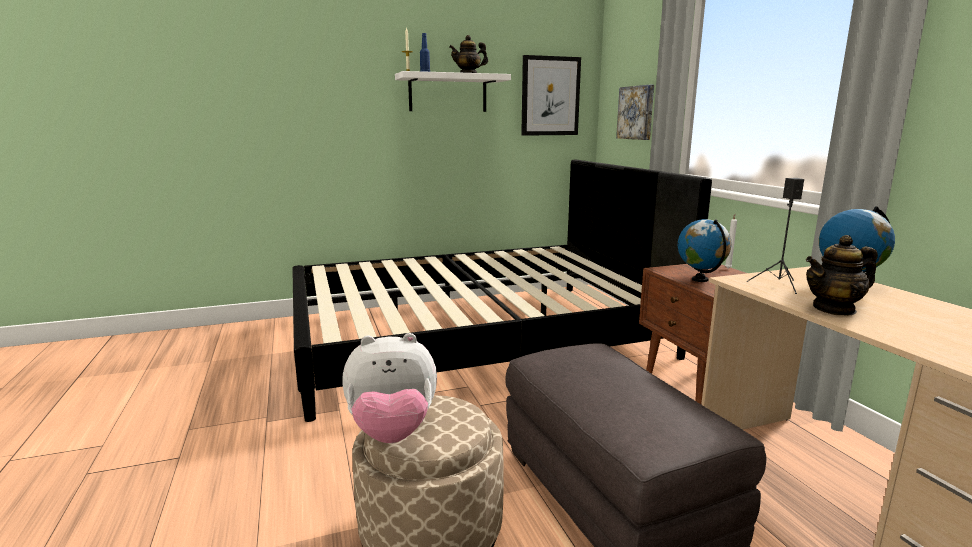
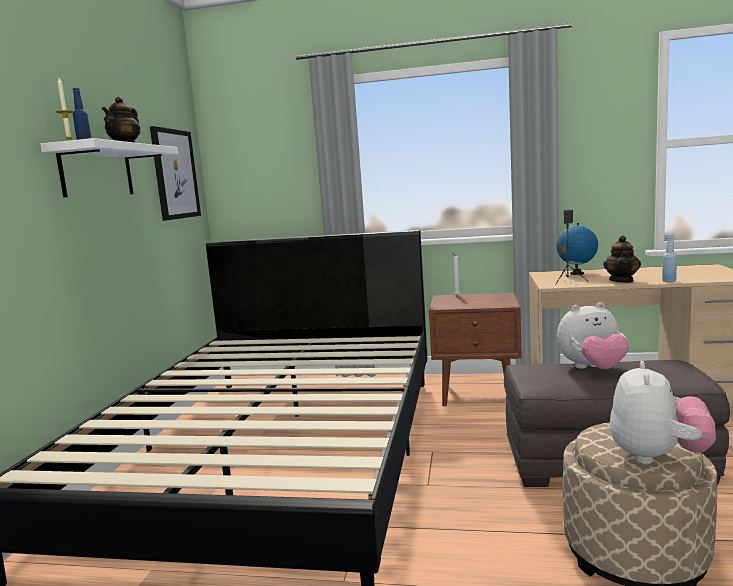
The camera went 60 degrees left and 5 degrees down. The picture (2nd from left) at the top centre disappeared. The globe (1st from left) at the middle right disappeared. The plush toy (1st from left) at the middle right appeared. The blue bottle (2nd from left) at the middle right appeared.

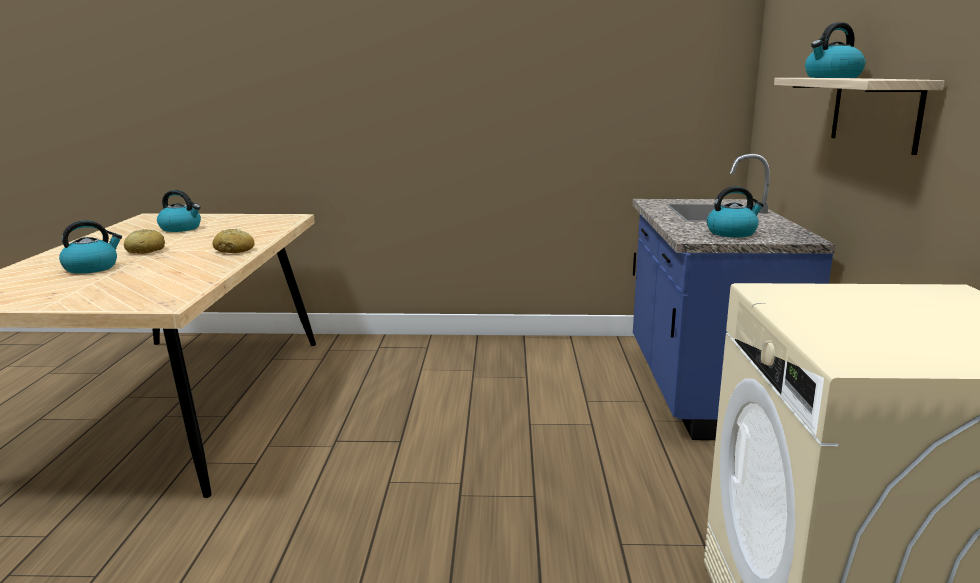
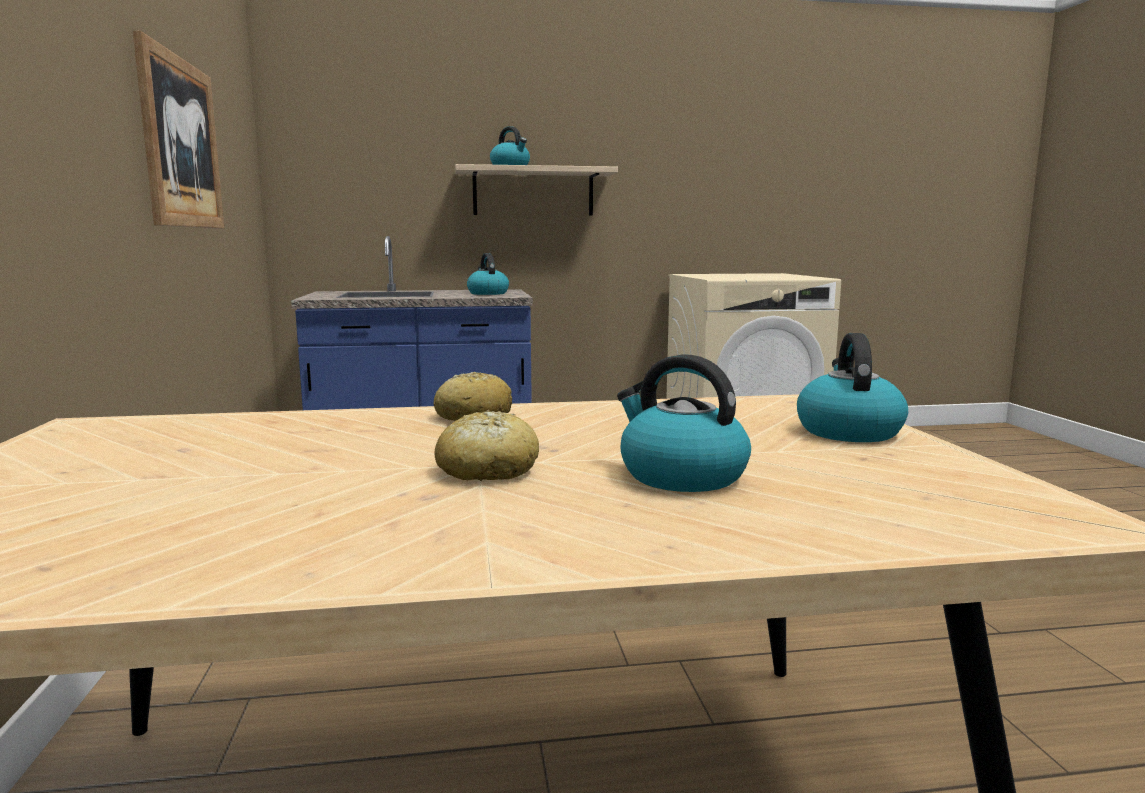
The camera went 100 degrees left and 5 degrees down. The kettle (2nd from left in the first image) moved from the middle left to the middle right. The picture at the top left appeared.

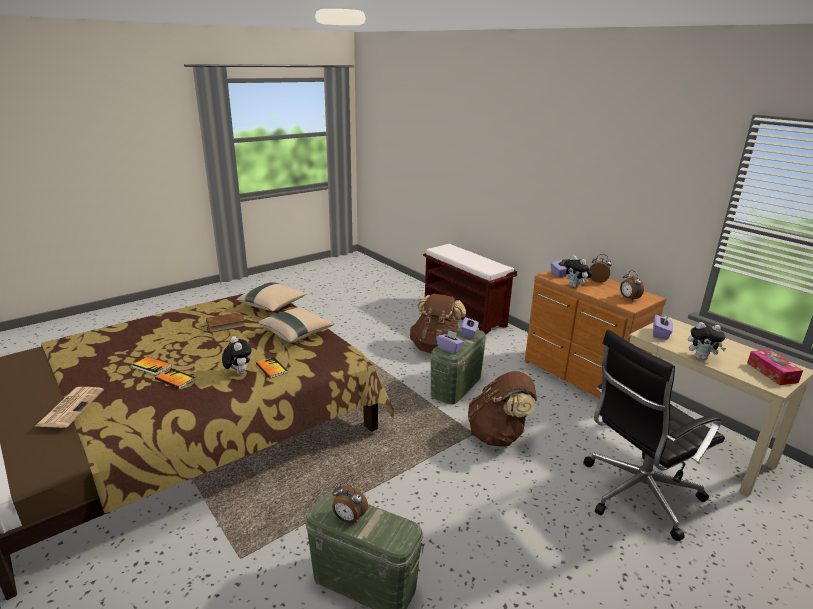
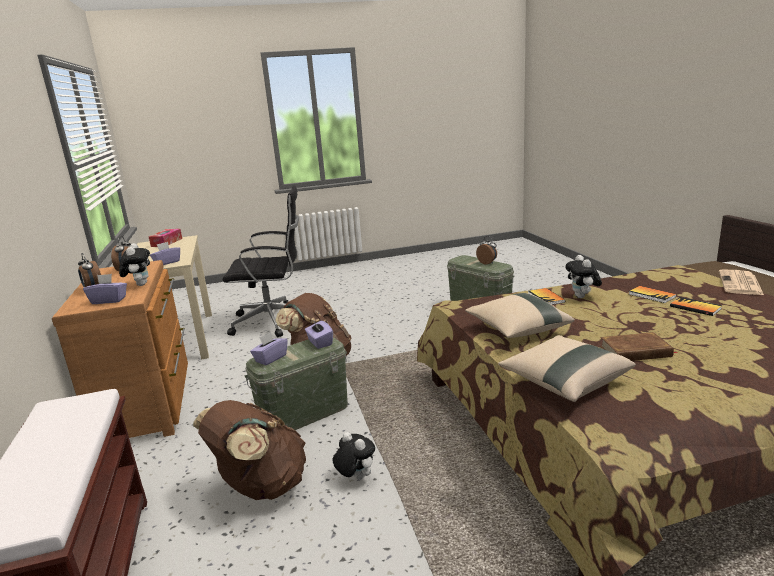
The camera went 155 degrees left and 5 degrees down. The plush toy (3rd from left in the first image) moved from the middle right to the bottom centre.

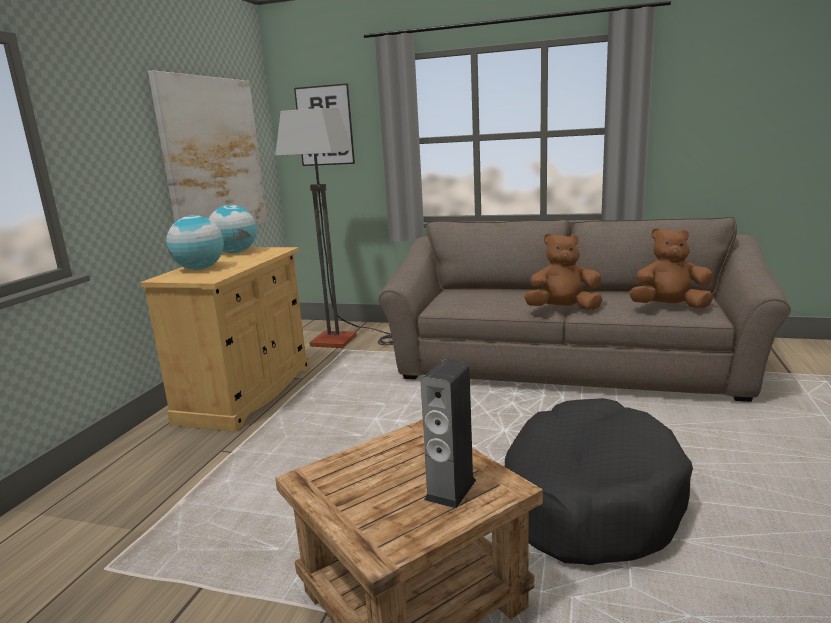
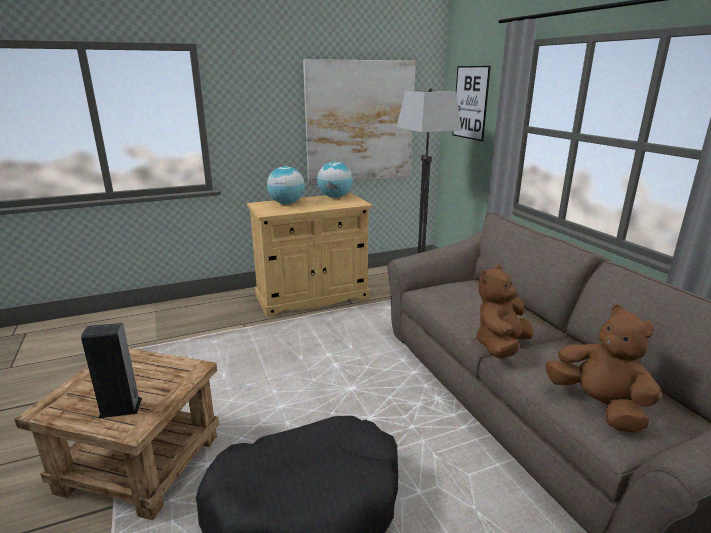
The camera went 50 degrees right and 5 degrees up. The brown plush toy (1st from left) at the middle right turned 105 degrees counterclockwise.

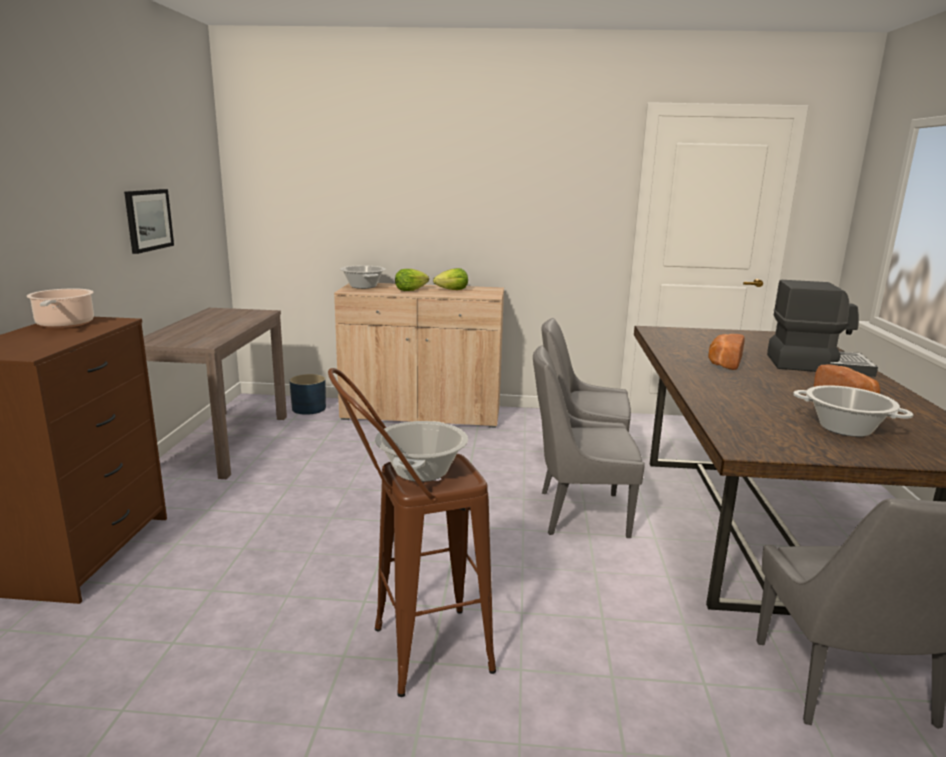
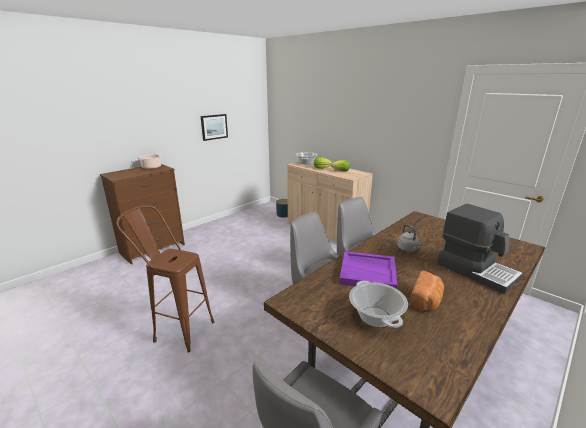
The camera went 40 degrees right and 5 degrees up. The brown console table at the middle left disappeared. The cooking pot (3rd from left) at the centre disappeared. The bread (1st from left) at the middle right was replaced by the grey kettle at the middle right. The purple tray at the centre appeared.

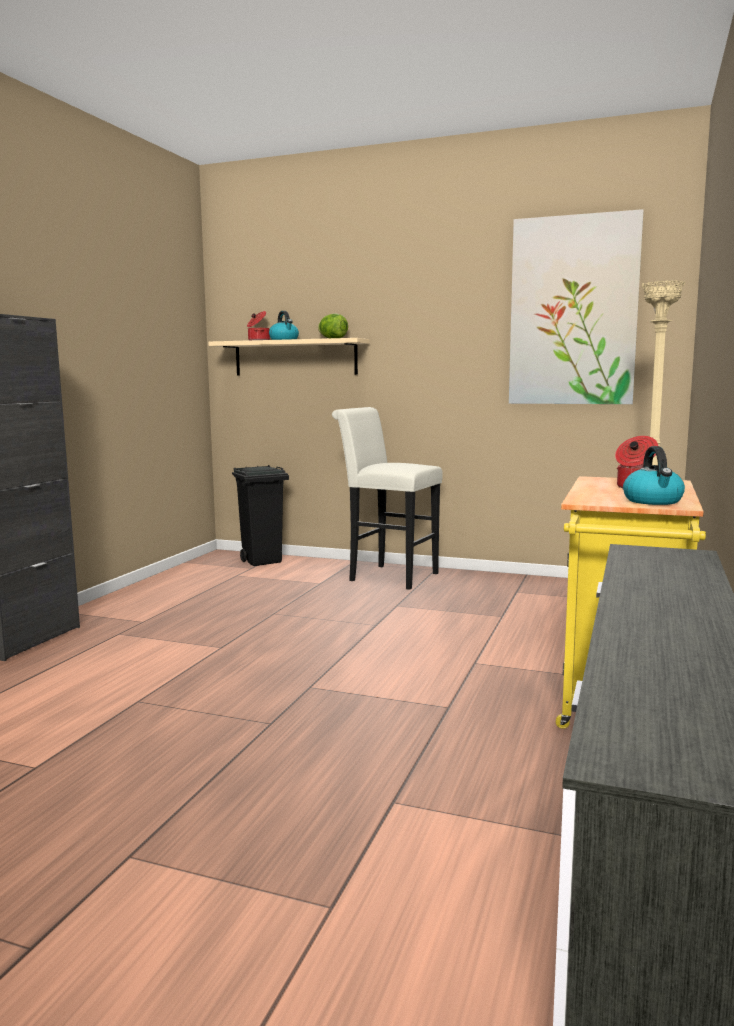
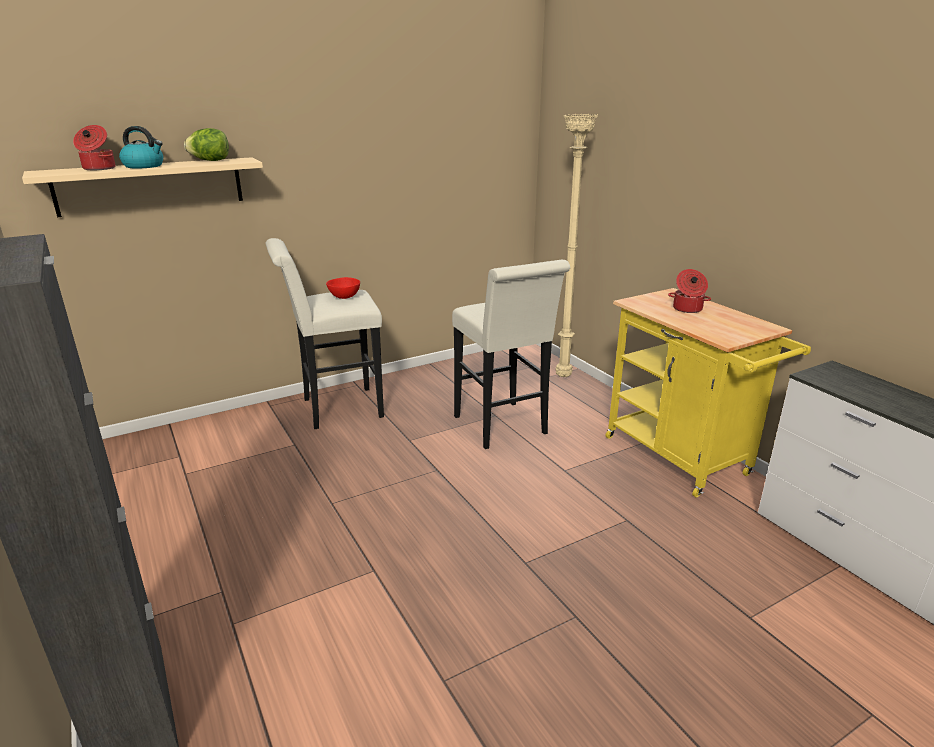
The camera went 50 degrees left and 15 degrees up. The black trash can at the centre disappeared. The picture at the top right disappeared. The kettle (2nd from left) at the middle right disappeared. The red bowl at the centre appeared. The white stool (2nd from left) at the centre appeared.

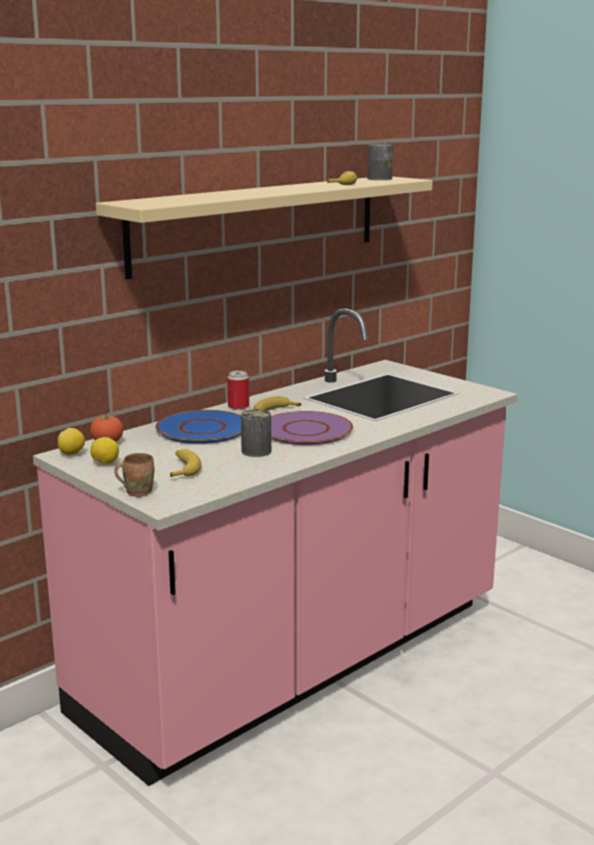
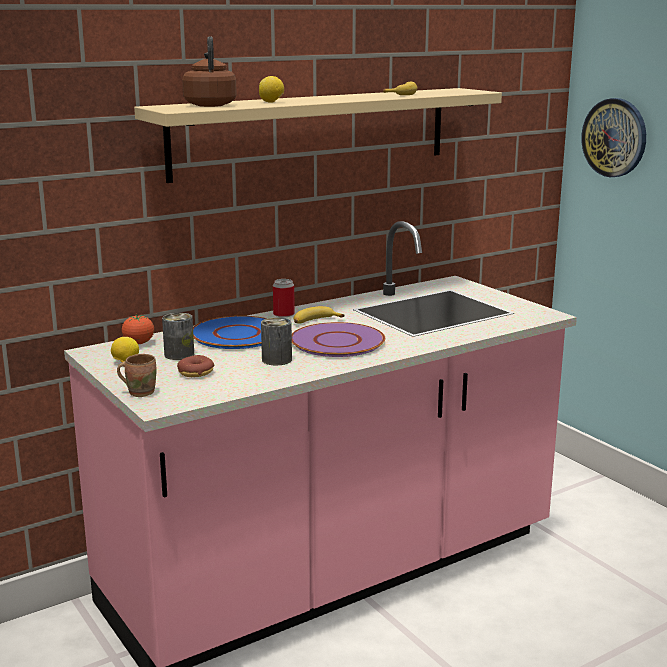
The camera went 10 degrees right and 0 degrees up. The lemon (1st from left in the first image) moved from the middle left to the top centre. The banana (1st from left) at the middle left was replaced by the donut at the middle left. The can (3rd from left in the first image) moved from the top centre to the middle left. The brown kettle at the top left appeared. The wall clock at the top right appeared.

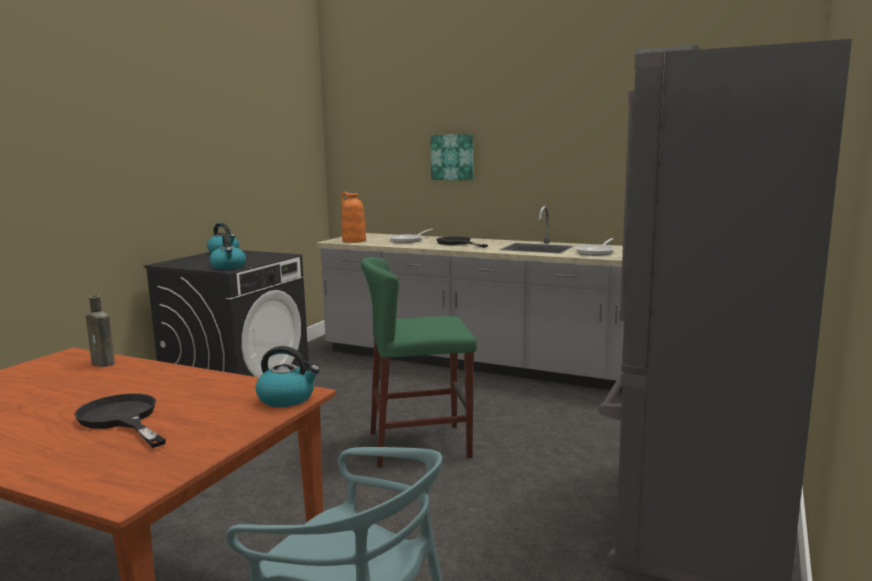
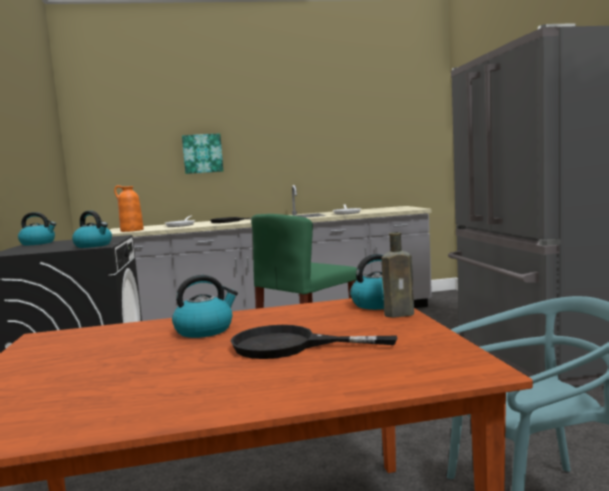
The camera went 35 degrees left and 5 degrees down. The brown bottle moved from the middle left to the centre. The kettle (3rd from left) at the centre appeared.

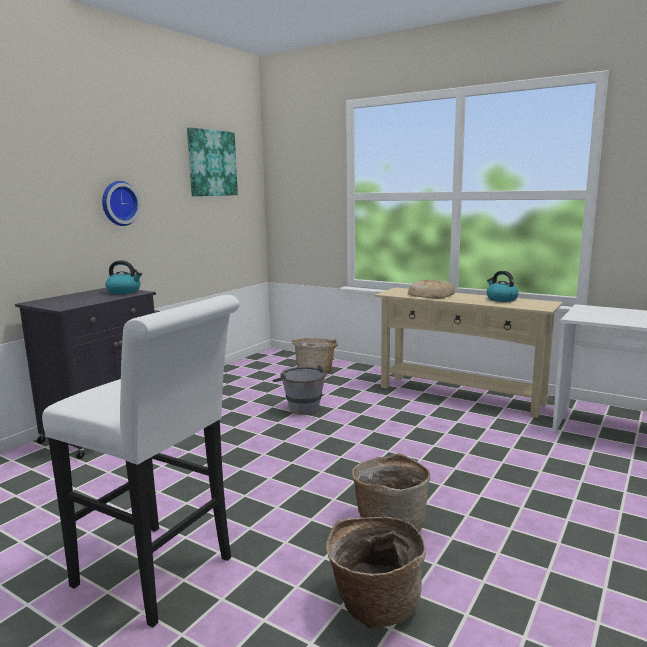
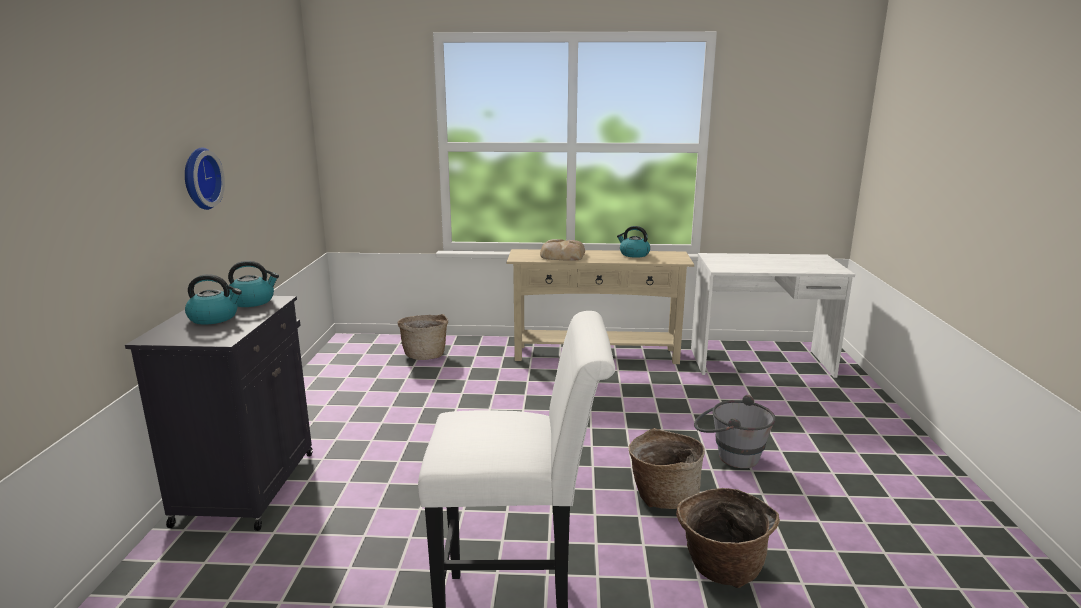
The camera went 30 degrees left and 5 degrees up. The picture at the top left disappeared. The grey bucket moved from the centre to the bottom right. The kettle (1st from left) at the middle left appeared.

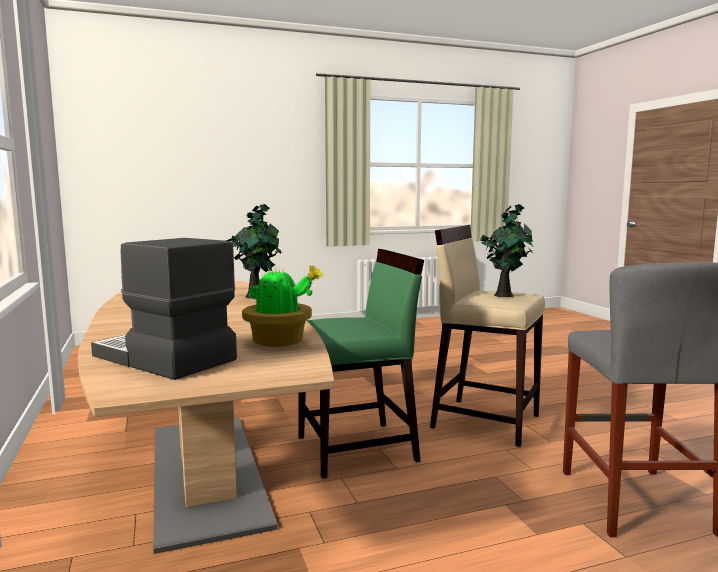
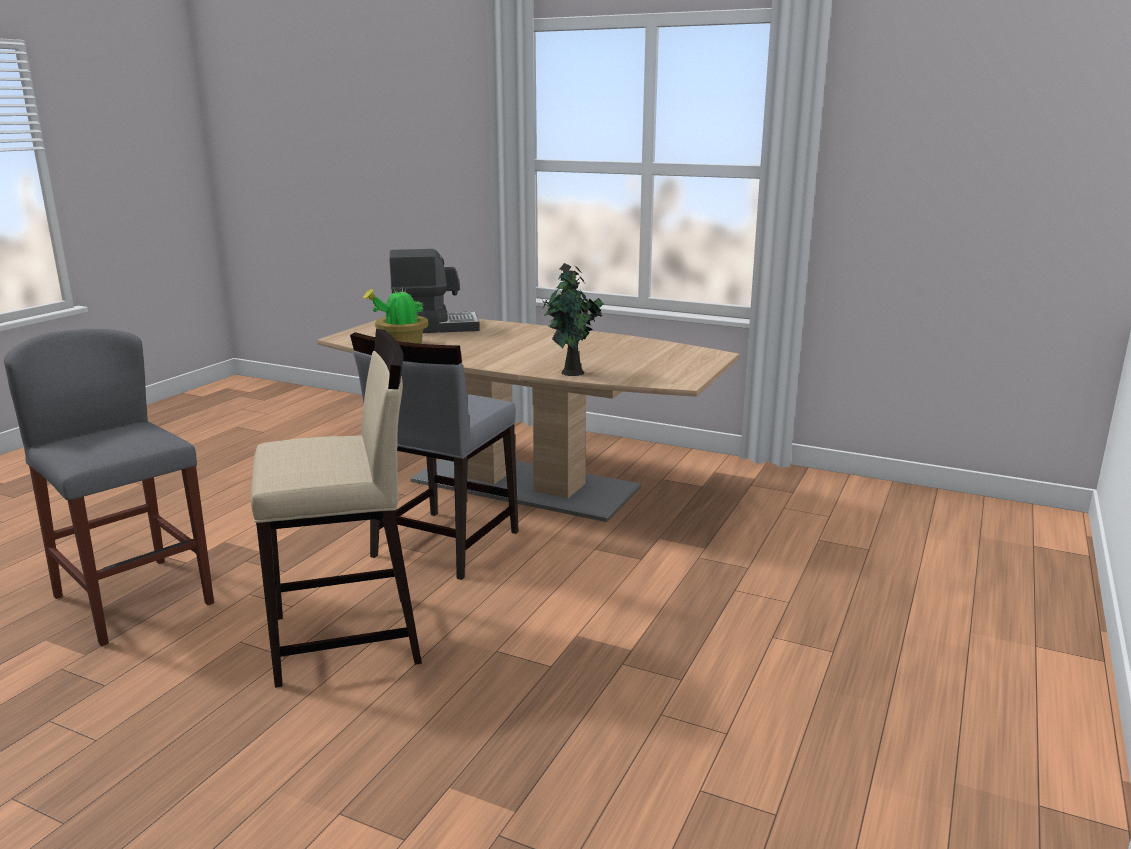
The camera went 135 degrees right and 10 degrees up. The green chair at the centre became the grey chair at the centre. The potted plant (3rd from left) at the middle right disappeared.

